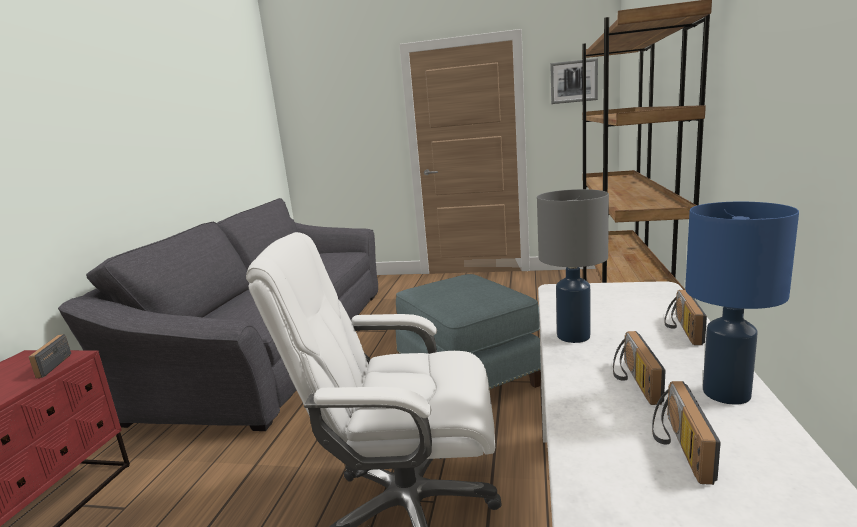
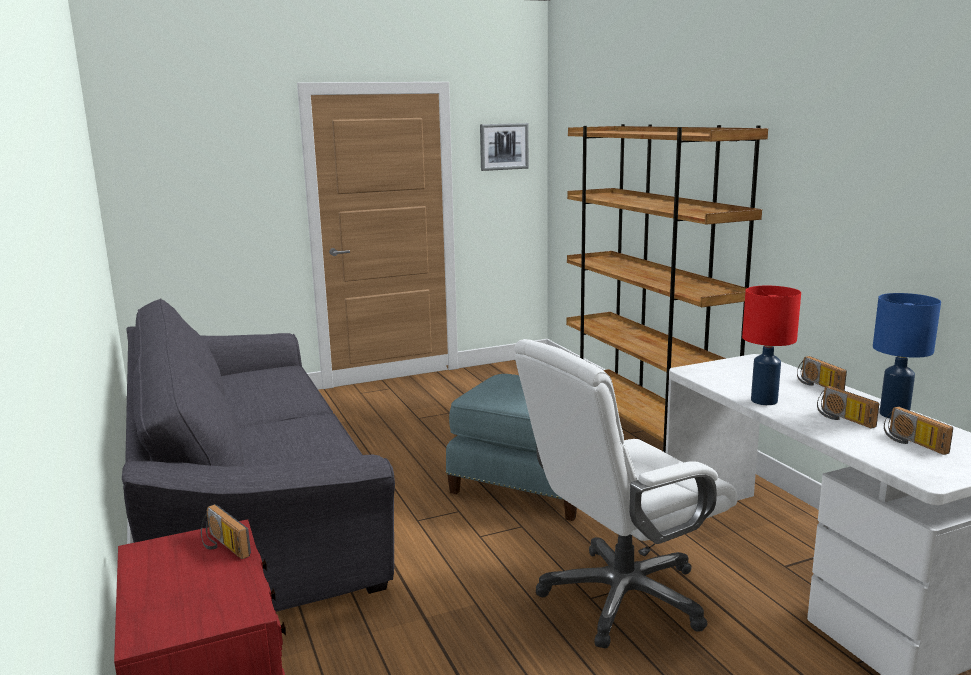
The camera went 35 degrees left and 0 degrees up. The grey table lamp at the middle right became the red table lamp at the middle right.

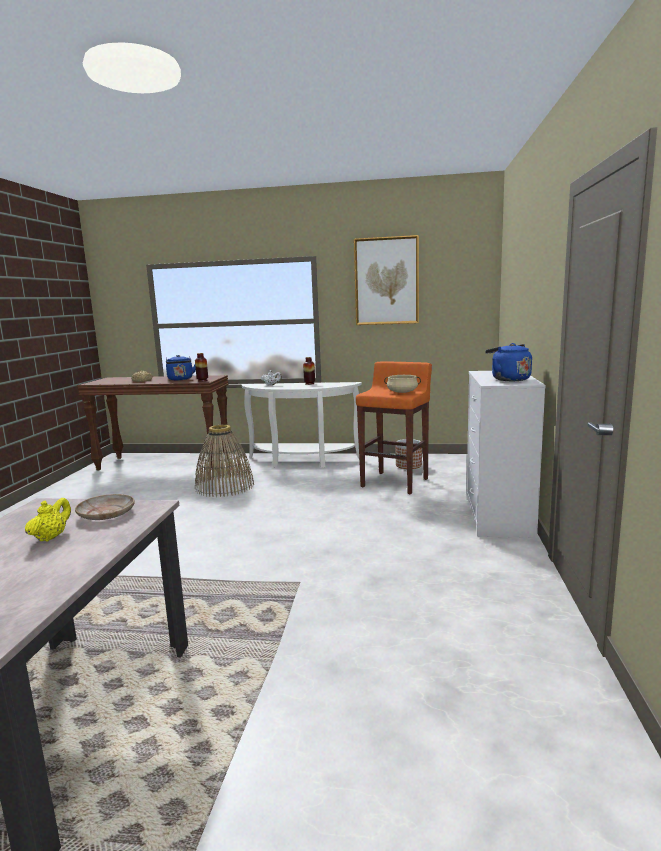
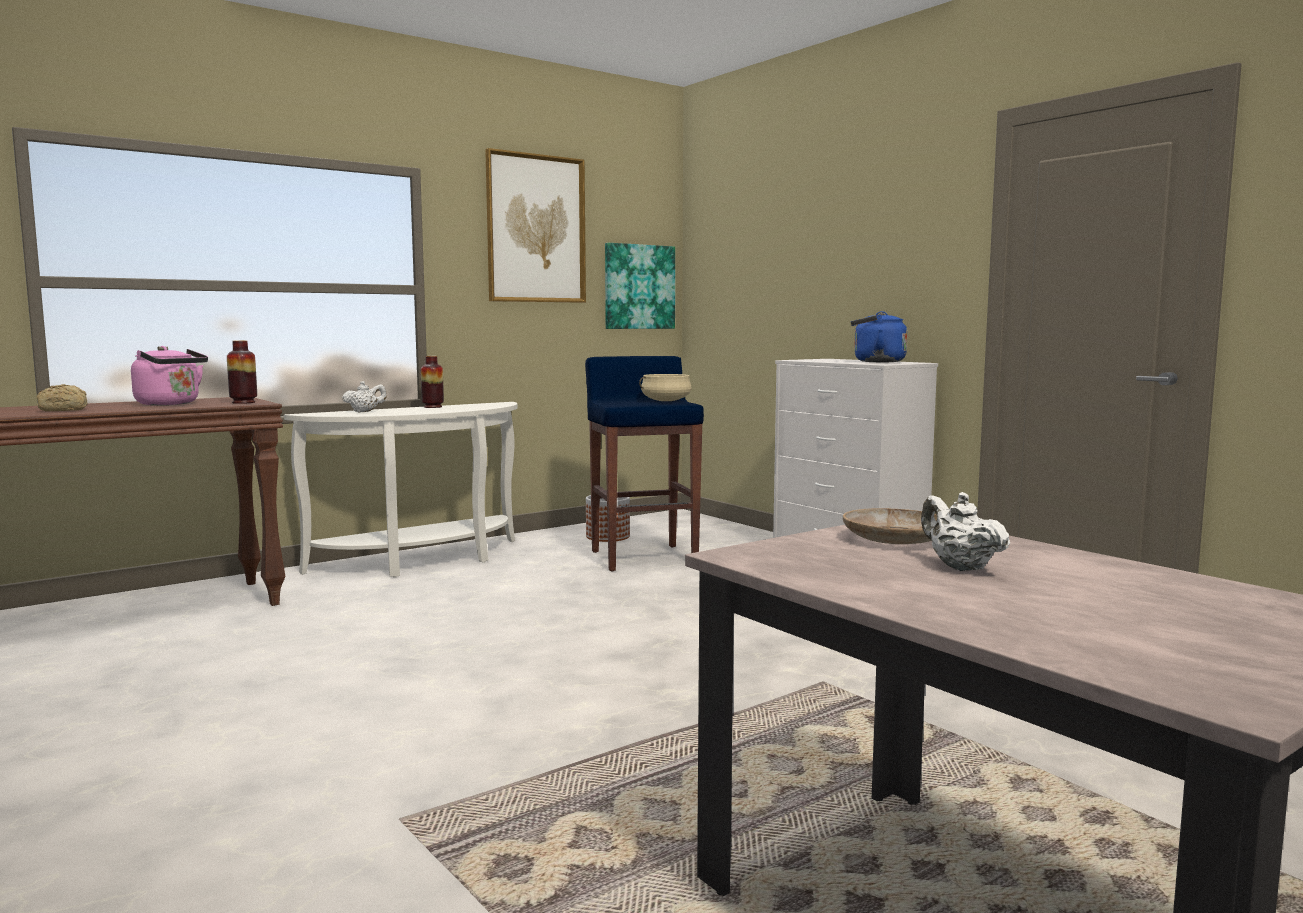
The camera went 45 degrees left and 5 degrees down. The yellow teapot at the middle left became the white teapot (2nd from left) at the middle right. The blue kettle (1st from left) at the middle left became the pink kettle at the middle left. The basket at the centre disappeared. The orange stool at the centre became the blue stool at the centre. The picture (2nd from left) at the top centre appeared.

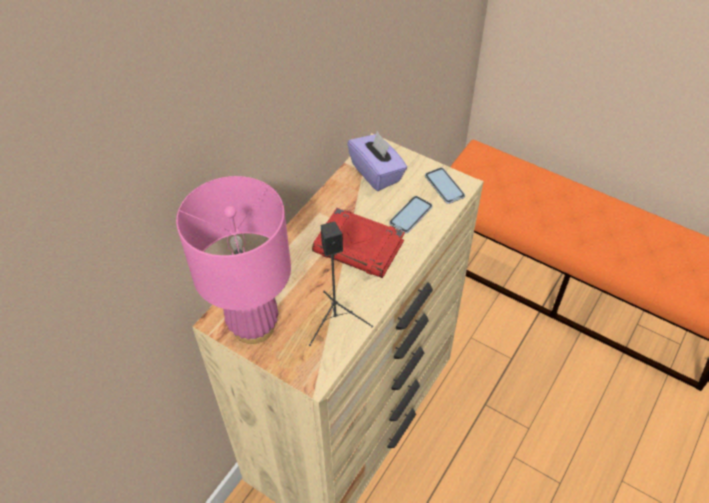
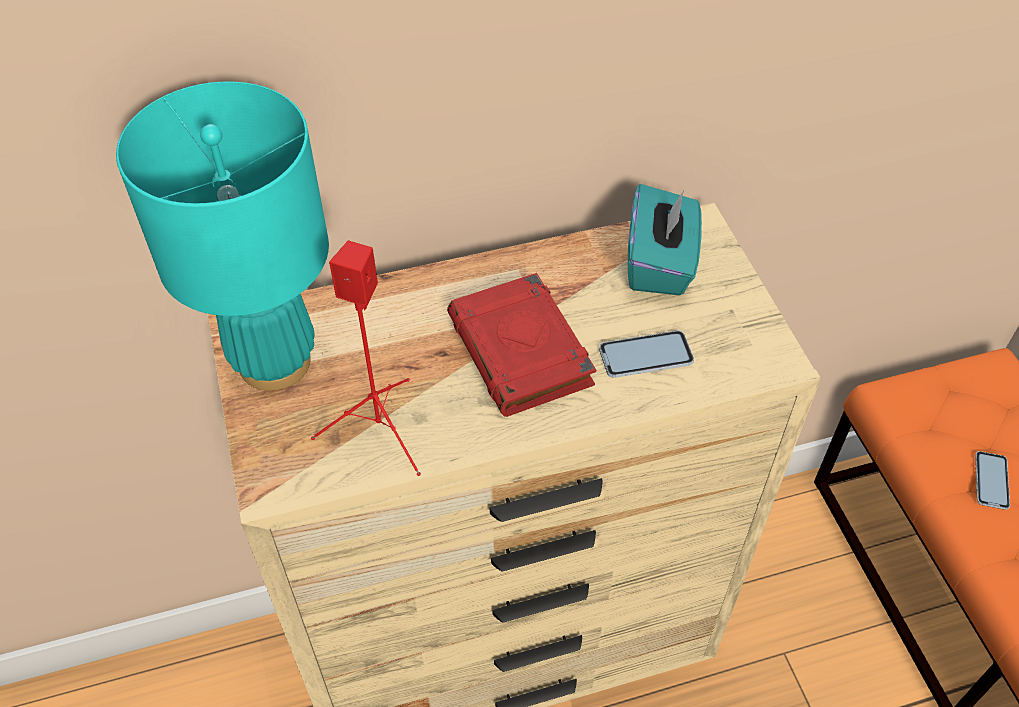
The camera went 40 degrees right and 0 degrees up. The pink table lamp at the middle left became the turquoise table lamp at the middle left. The black speaker at the centre became the red speaker at the centre. The purple tissue box at the top centre became the turquoise tissue box at the centre. The phone (2nd from left) moved from the centre to the bottom right.

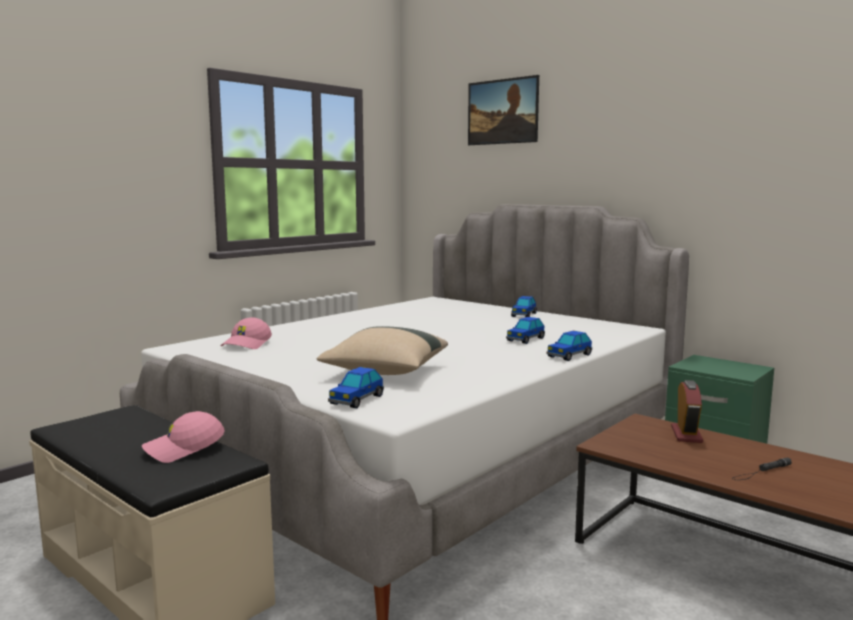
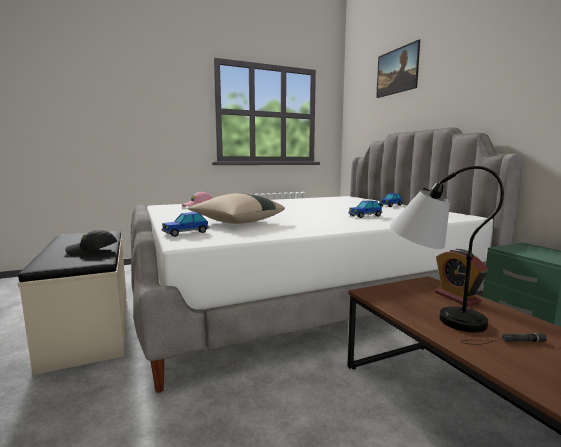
The camera went 25 degrees right and 0 degrees up. The pink cap (1st from left) at the bottom left became the black cap at the middle left. The toy car (4th from left) at the middle right disappeared. The alarm clock at the middle right turned 120 degrees clockwise. The table lamp at the middle right appeared.

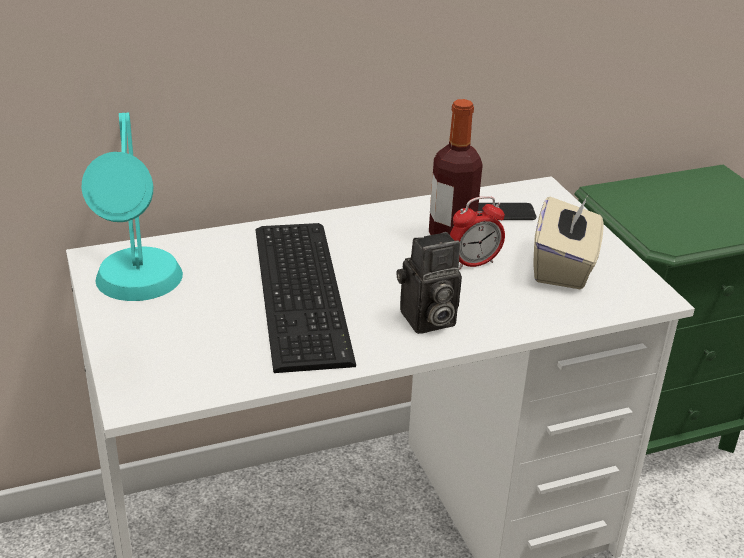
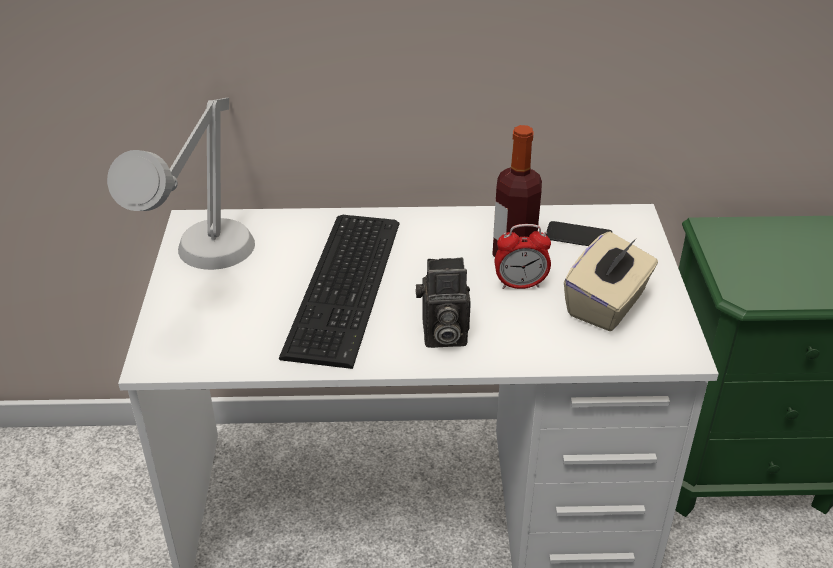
The camera went 20 degrees right and 5 degrees up. The turquoise table lamp at the middle left became the grey table lamp at the top left.

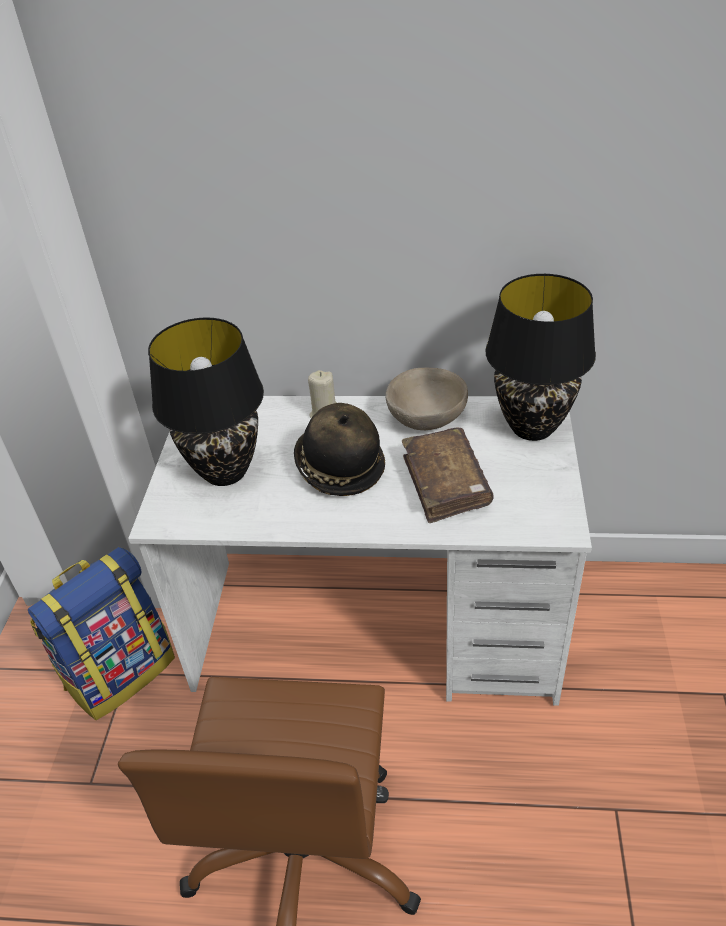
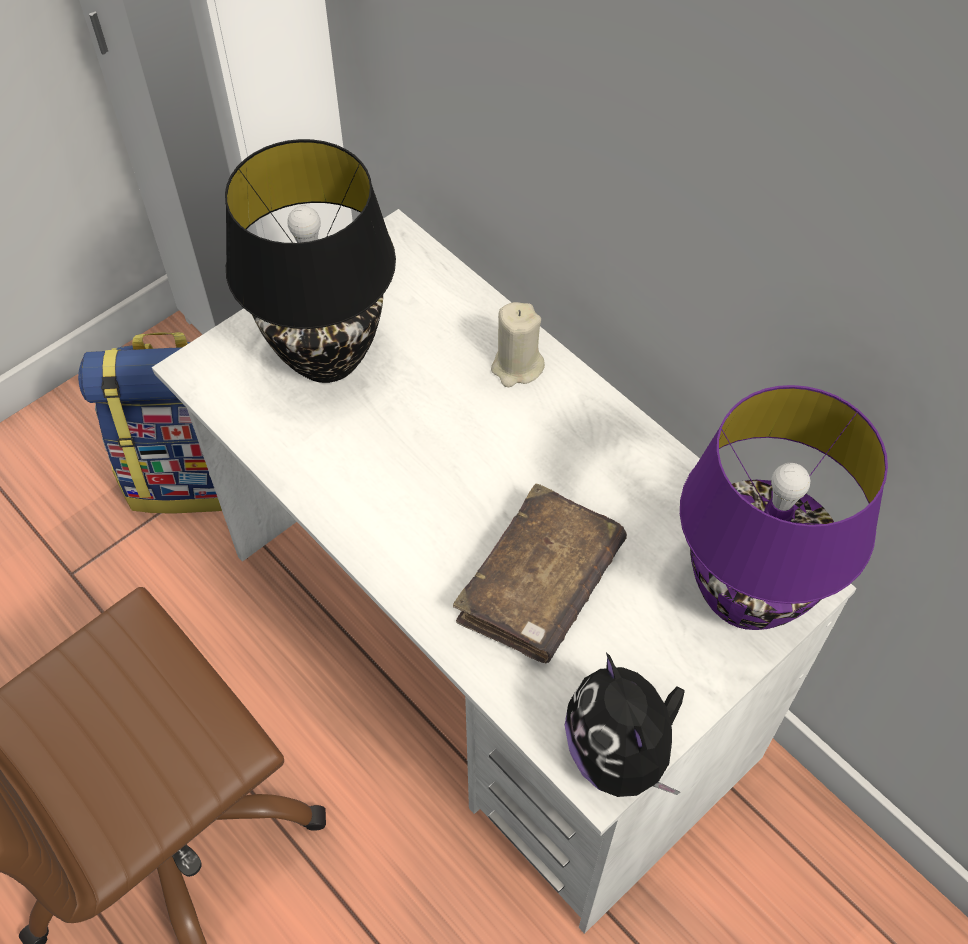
The camera went 40 degrees right and 15 degrees up. The hat at the centre disappeared. The beige bowl at the centre disappeared. The black table lamp (2nd from left) at the middle right became the purple table lamp at the middle right. The plush toy at the bottom centre appeared.

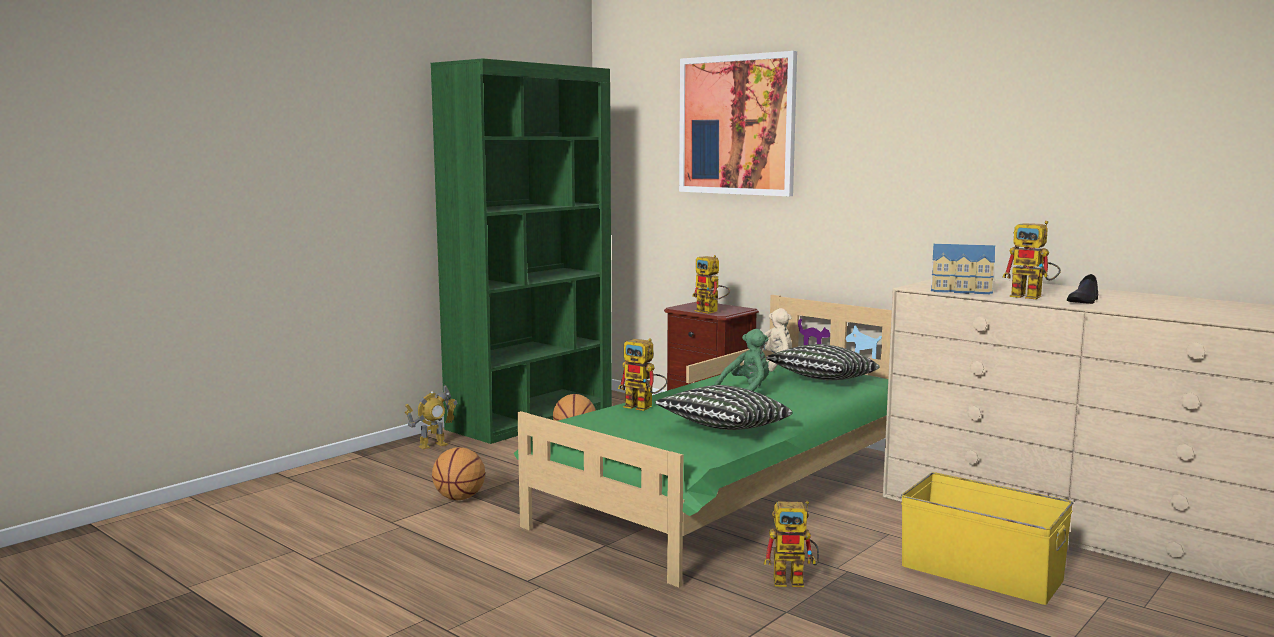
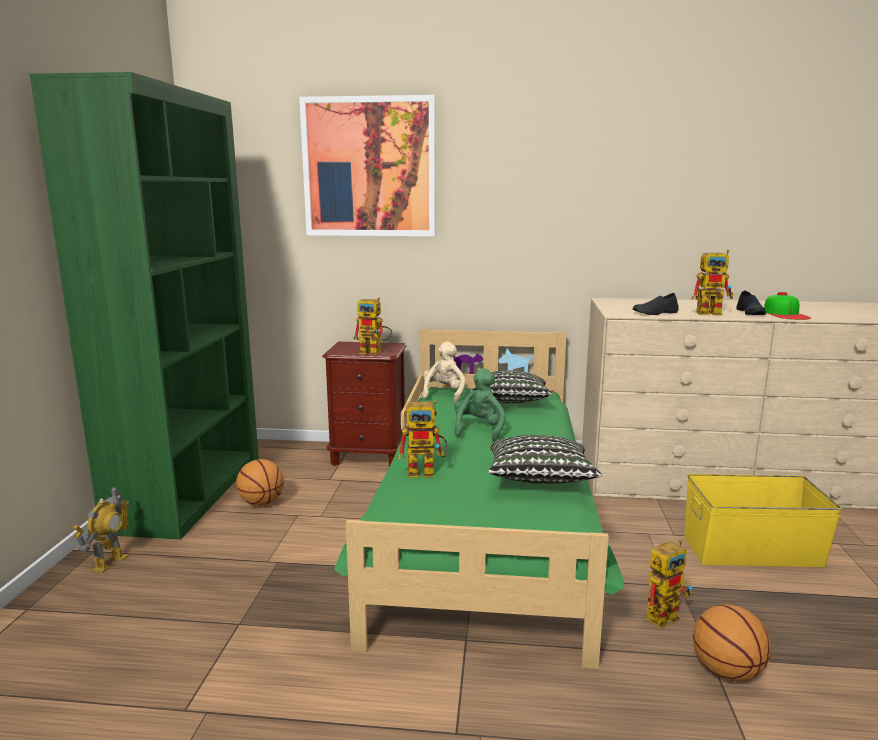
The camera went 35 degrees left and 5 degrees up. The basketball (1st from left in the first image) moved from the bottom centre to the bottom right. The toy house at the middle right was replaced by the black shoe (1st from left) at the middle right. The cap at the middle right appeared.

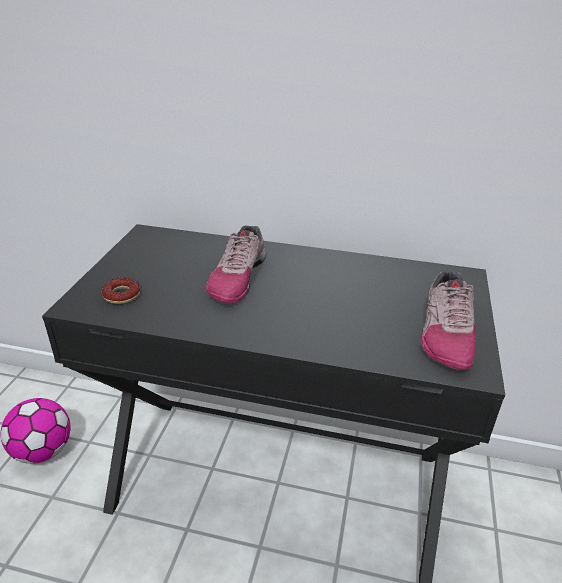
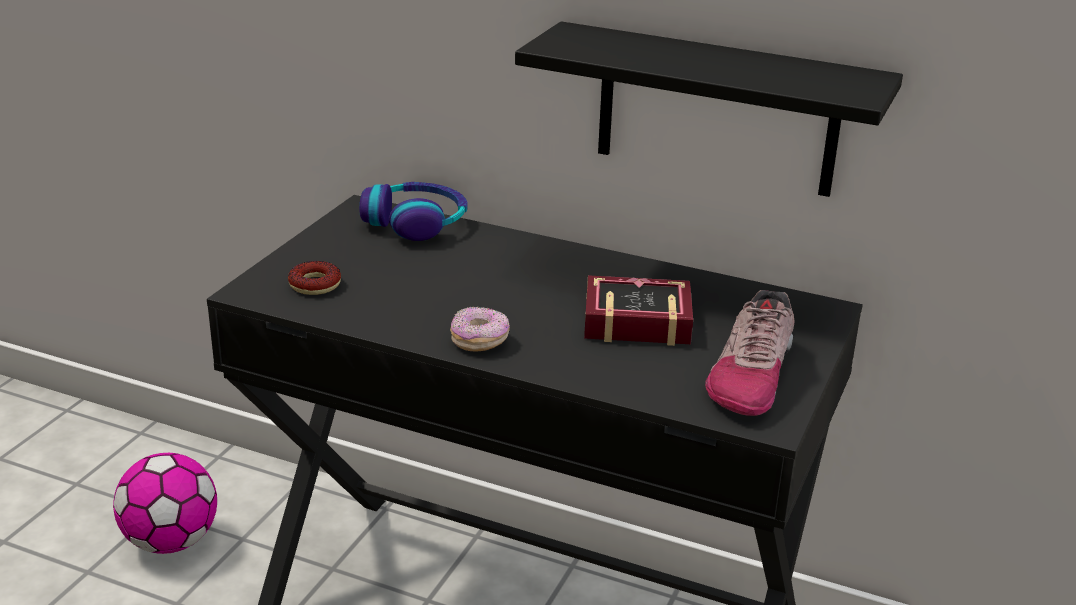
The camera went 10 degrees right and 5 degrees down. The shoe (1st from left) at the centre disappeared. The headphones at the centre appeared. The donut (2nd from left) at the centre appeared. The black shelf at the top centre appeared. The book at the centre appeared.

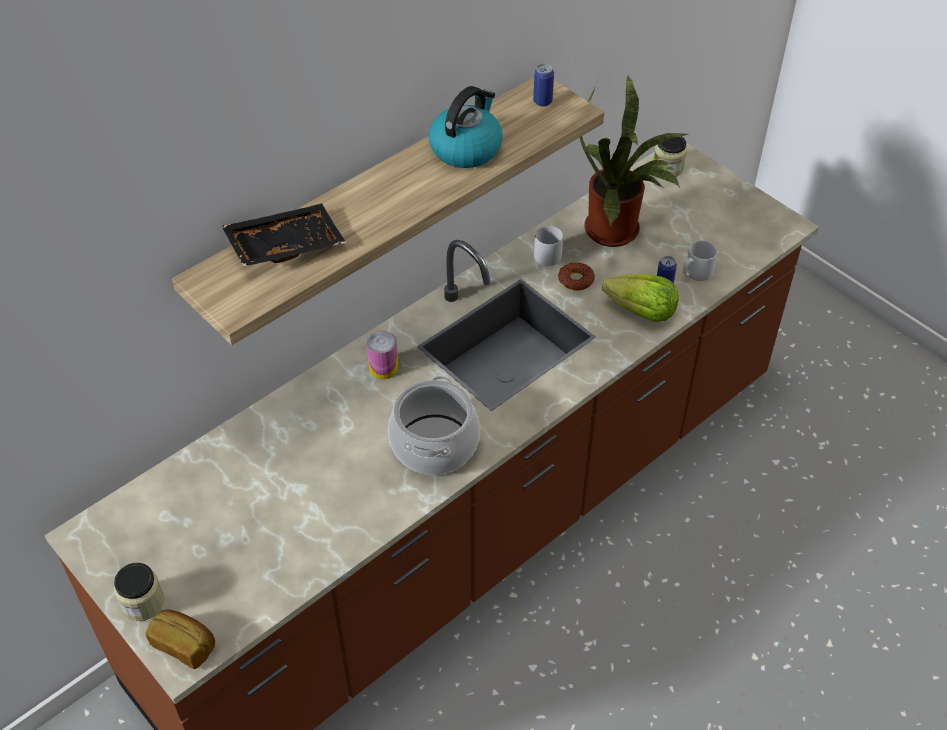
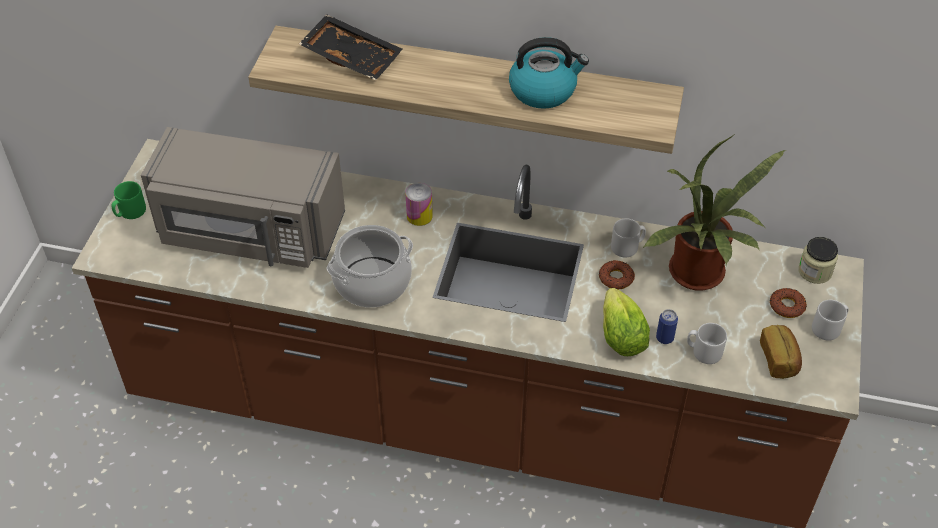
The camera went 55 degrees right and 0 degrees up. The jar (1st from left) at the bottom left was replaced by the green mug at the middle left. The bread moved from the bottom left to the bottom right. The can (2nd from left) at the top centre disappeared. The grey microwave at the middle left appeared. The donut (2nd from left) at the middle right appeared. The grey mug (3rd from left) at the middle right appeared.

